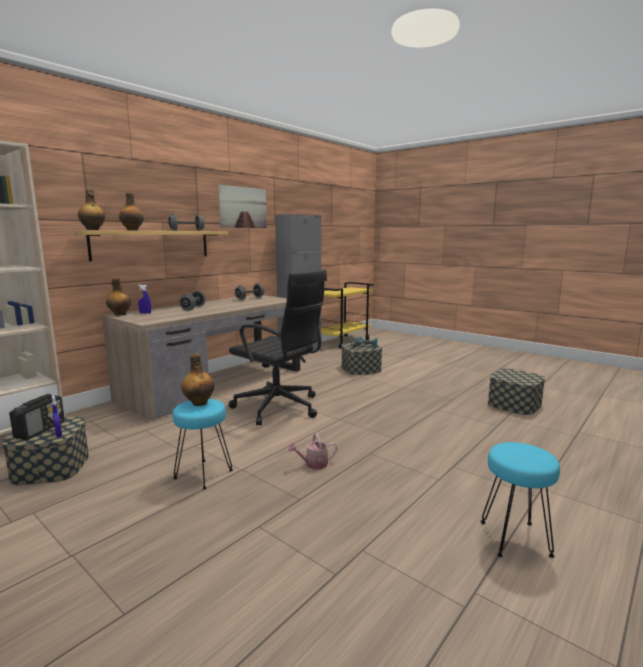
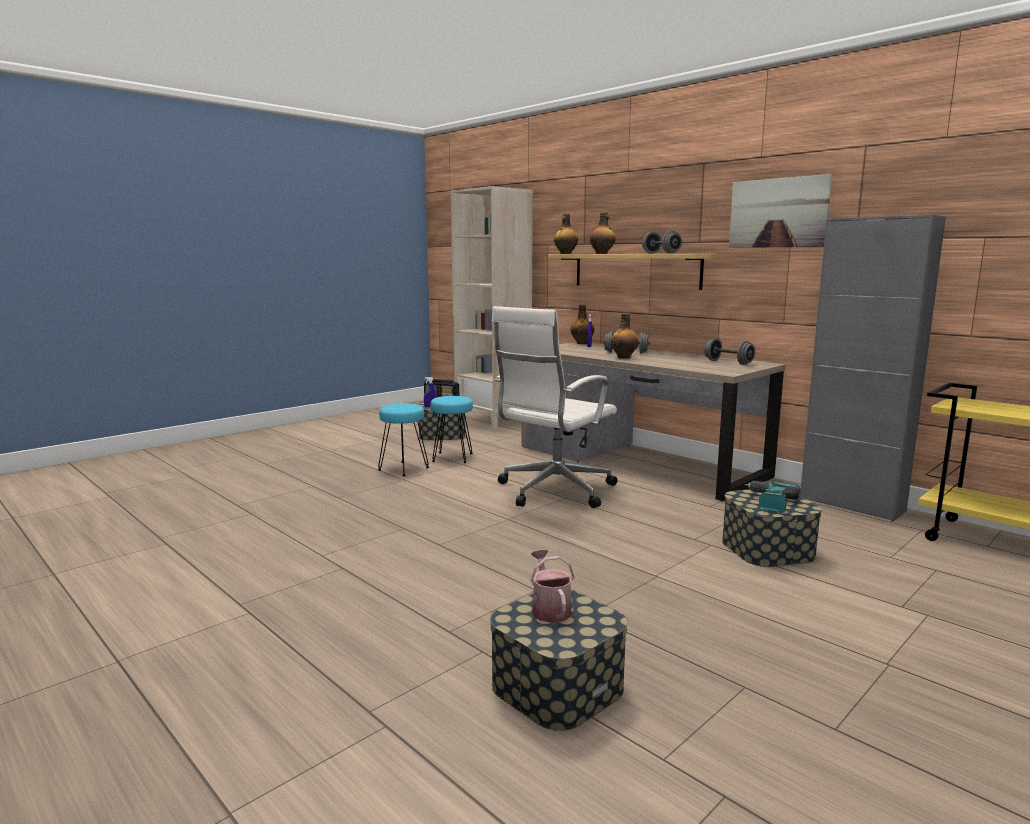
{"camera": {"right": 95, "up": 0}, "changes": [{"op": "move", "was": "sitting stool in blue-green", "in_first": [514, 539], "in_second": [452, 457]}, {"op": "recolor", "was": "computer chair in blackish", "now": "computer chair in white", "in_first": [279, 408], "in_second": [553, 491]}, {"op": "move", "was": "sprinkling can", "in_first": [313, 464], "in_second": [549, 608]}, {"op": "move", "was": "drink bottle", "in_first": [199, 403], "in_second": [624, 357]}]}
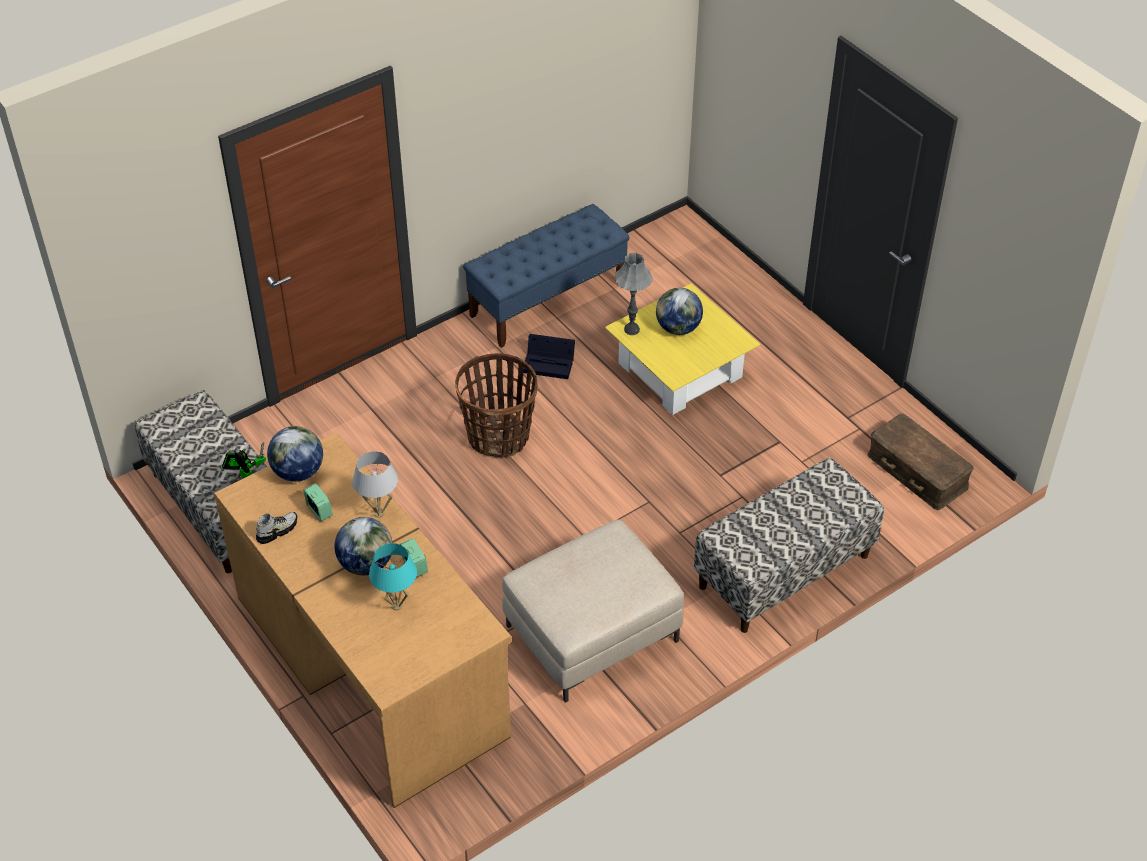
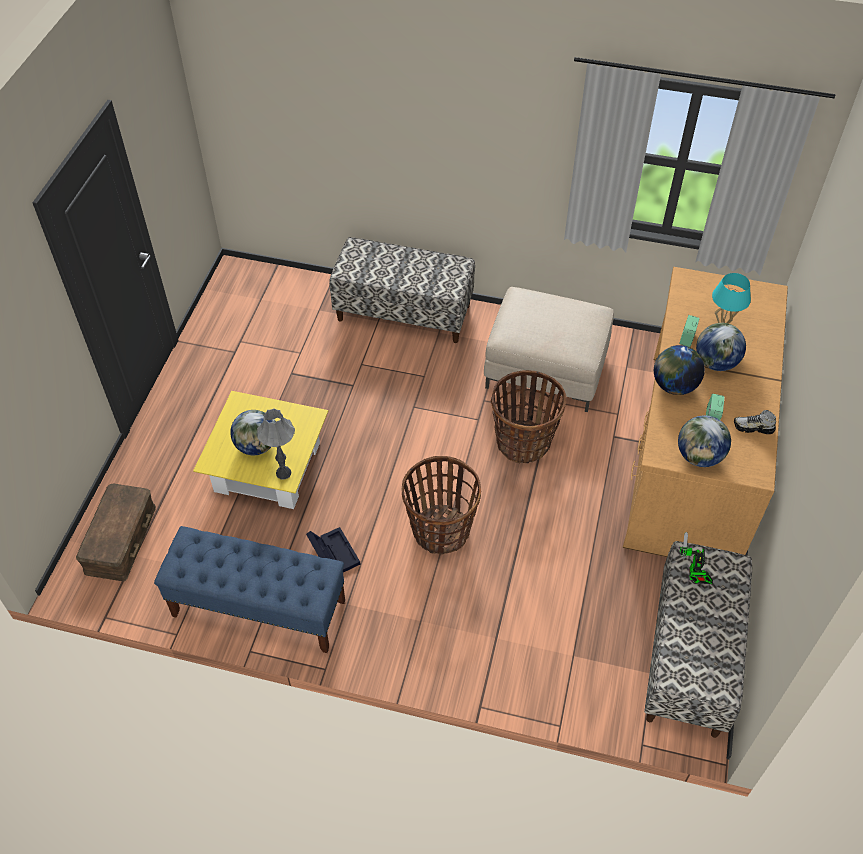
{"camera": {"right": -130, "up": 5}, "changes": [{"op": "move", "was": "storage container in brownish", "in_first": [918, 471], "in_second": [119, 539]}, {"op": "insert", "now": "basket", "in_second": [523, 442]}, {"op": "replace", "was": "table lamp in white", "now": "desk globe", "in_first": [379, 513], "in_second": [674, 385]}]}
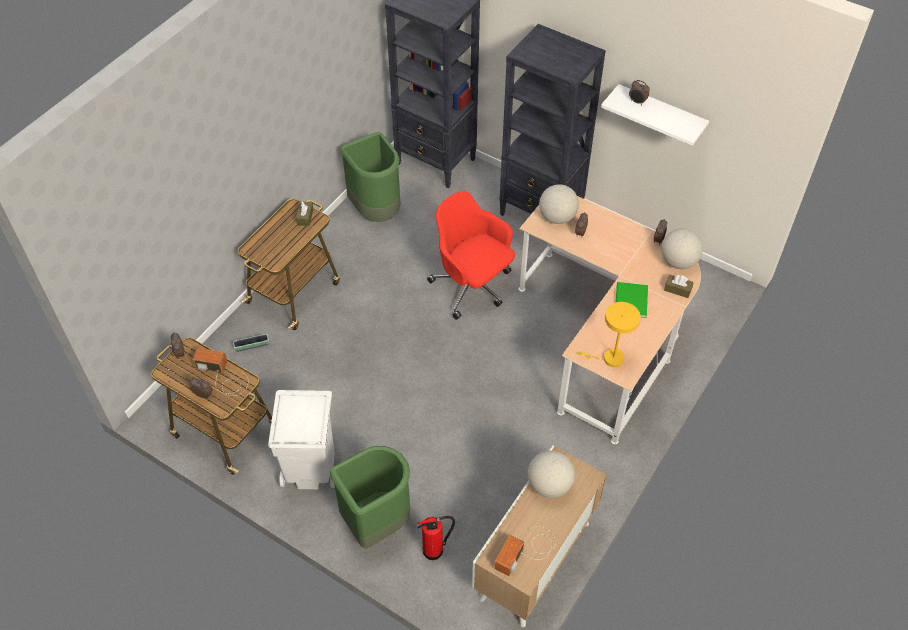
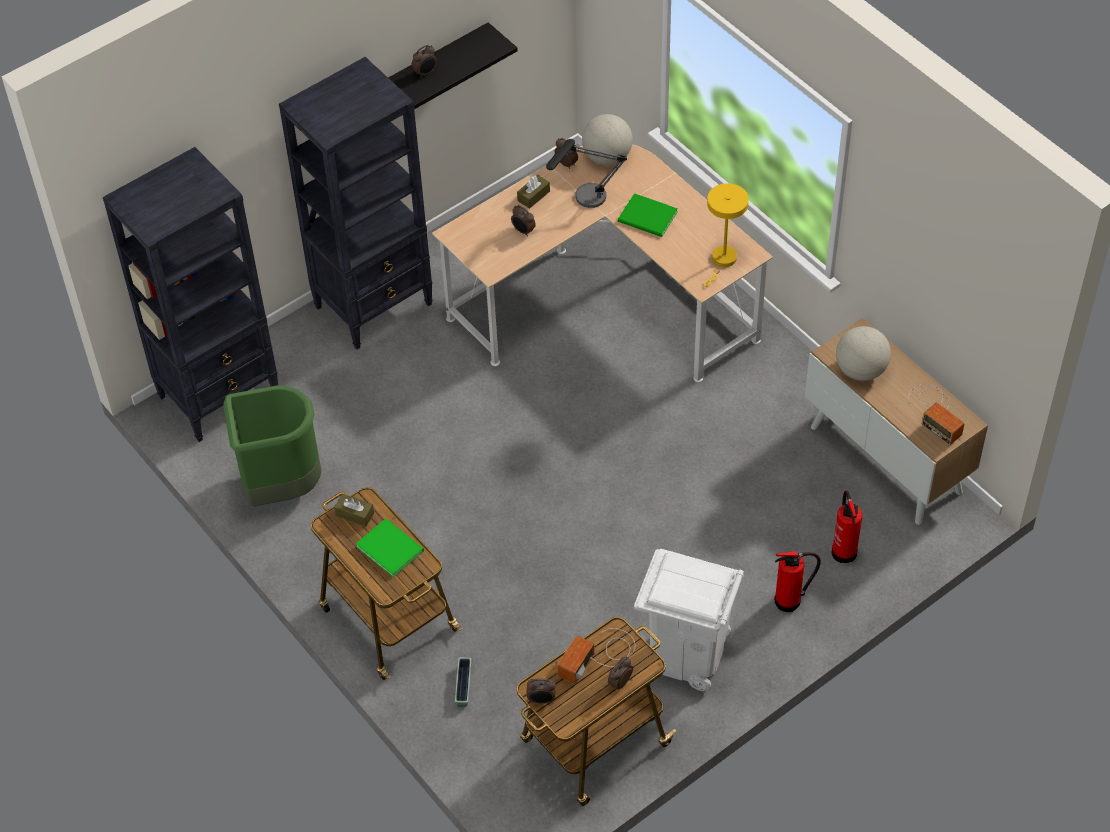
{"camera": {"right": -70, "up": 0}, "changes": [{"op": "insert", "now": "book in green", "in_second": [389, 547]}, {"op": "recolor", "was": "shelf in white", "now": "shelf in blackish", "in_first": [660, 114], "in_second": [437, 65]}, {"op": "move", "was": "tissue box in brownish", "in_first": [677, 289], "in_second": [533, 196]}, {"op": "insert", "now": "table lamp", "in_second": [584, 202]}, {"op": "replace", "was": "trash can in green", "now": "fire extinguisher", "in_first": [376, 523], "in_second": [790, 601]}, {"op": "delete", "was": "computer chair in red-coloured", "in_first": [472, 287]}, {"op": "delete", "was": "desk globe", "in_first": [557, 217]}]}
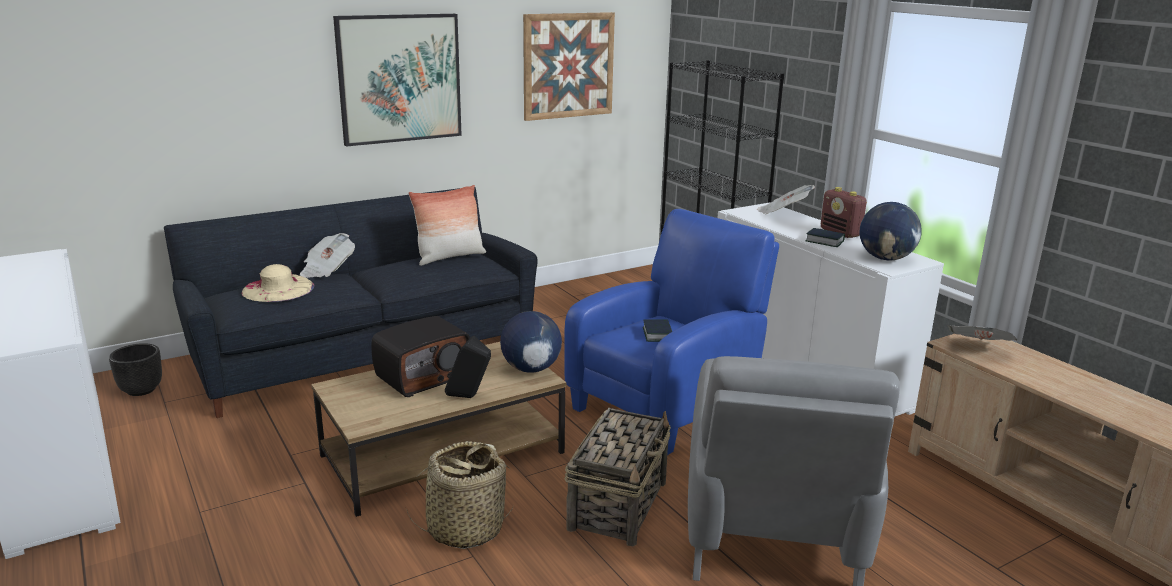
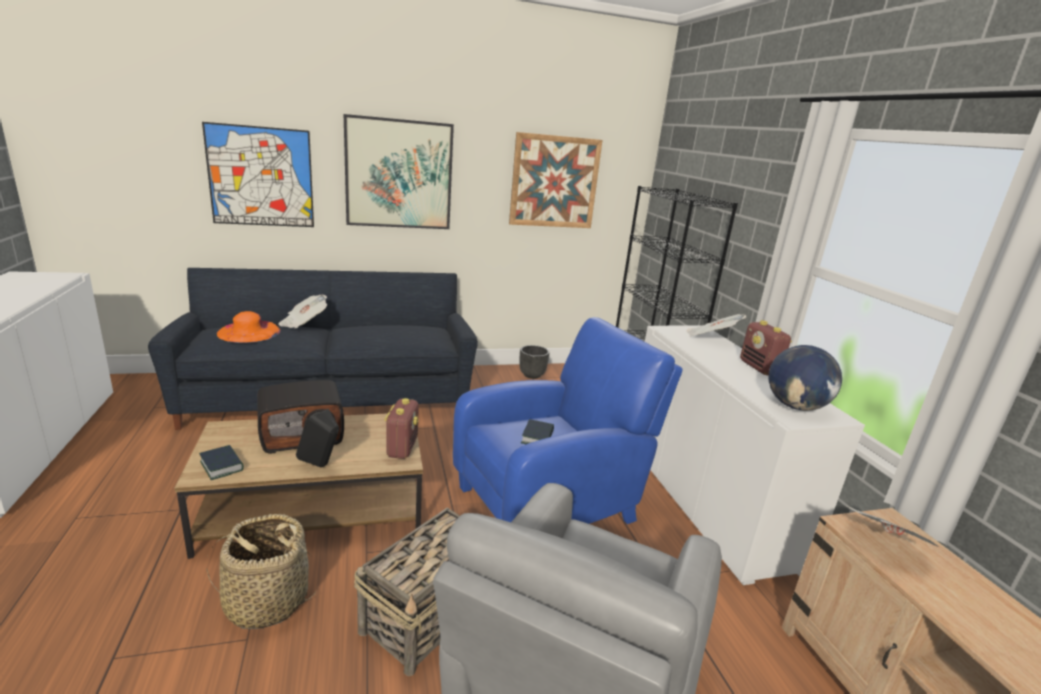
{"camera": {"right": 15, "up": 0}, "changes": [{"op": "move", "was": "book", "in_first": [824, 241], "in_second": [222, 466]}, {"op": "insert", "now": "wall art", "in_second": [261, 177]}, {"op": "recolor", "was": "wearable hat in sand-coloured", "now": "wearable hat in orange-coloured", "in_first": [278, 289], "in_second": [249, 332]}, {"op": "replace", "was": "desk globe", "now": "radio receiver", "in_first": [530, 369], "in_second": [402, 447]}, {"op": "move", "was": "planter in blackish", "in_first": [141, 390], "in_second": [532, 375]}, {"op": "delete", "was": "throw pillow", "in_first": [449, 257]}]}
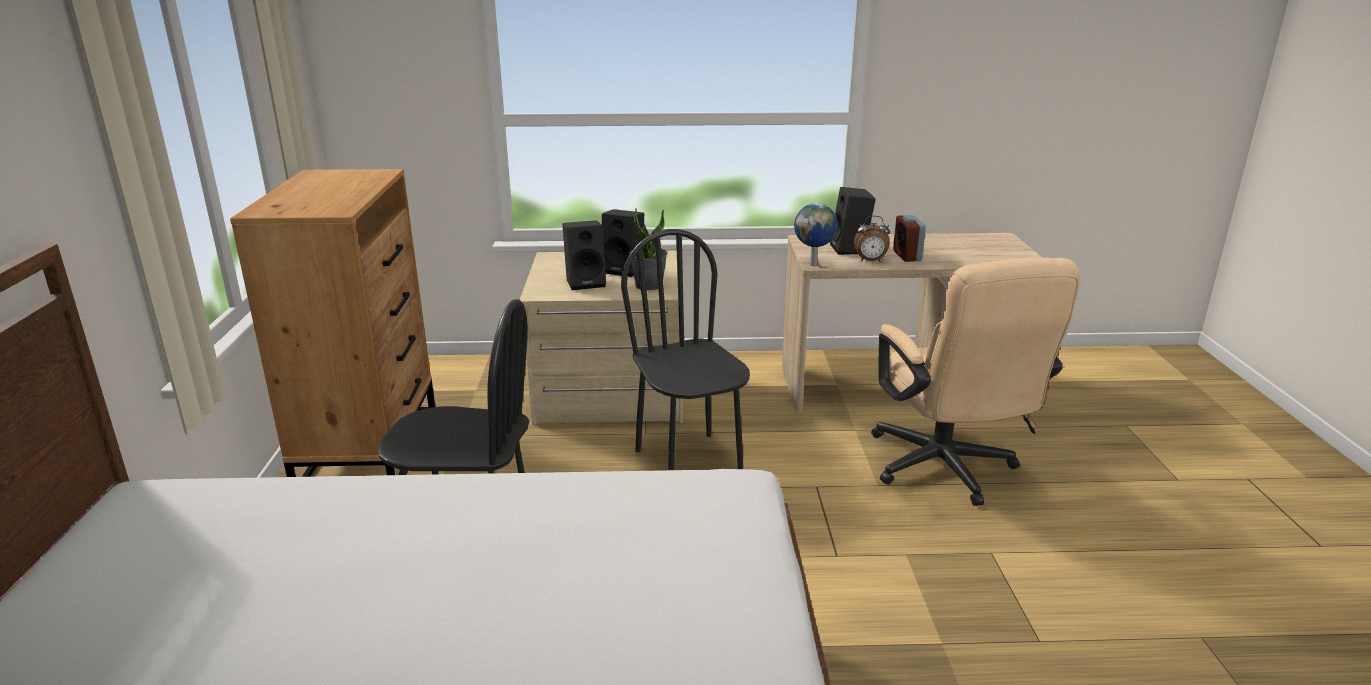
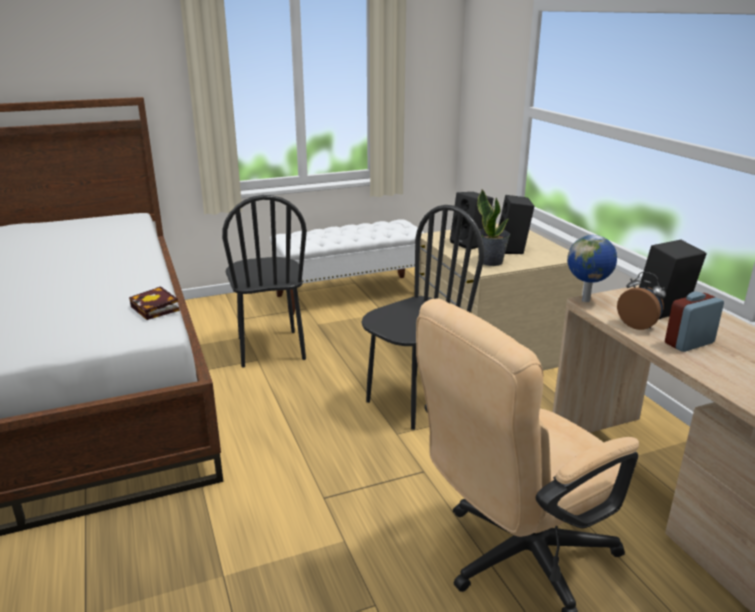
{"camera": {"right": 70, "up": 0}, "changes": [{"op": "insert", "now": "book", "in_second": [156, 309]}, {"op": "replace", "was": "dresser in brownish", "now": "long seat in white", "in_first": [370, 449], "in_second": [350, 294]}, {"op": "rotate", "was": "alarm clock", "in_first": [870, 261], "in_second": [638, 325], "clockwise": 150}]}
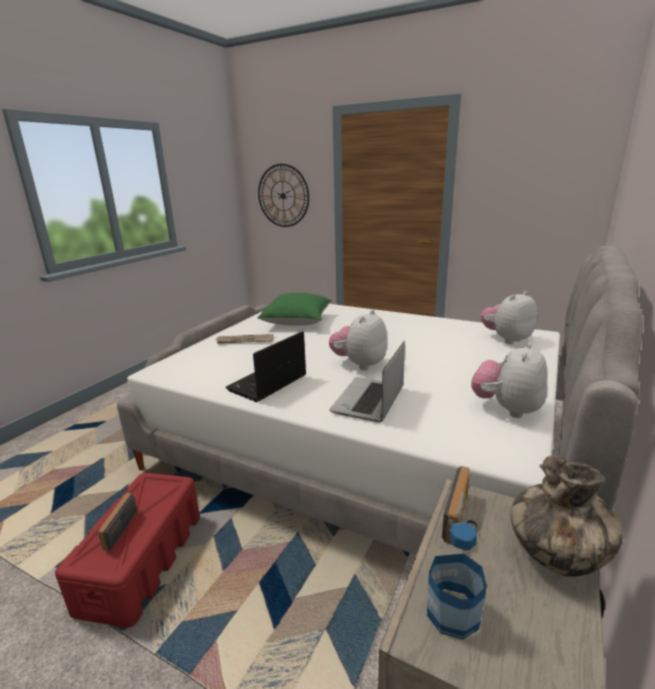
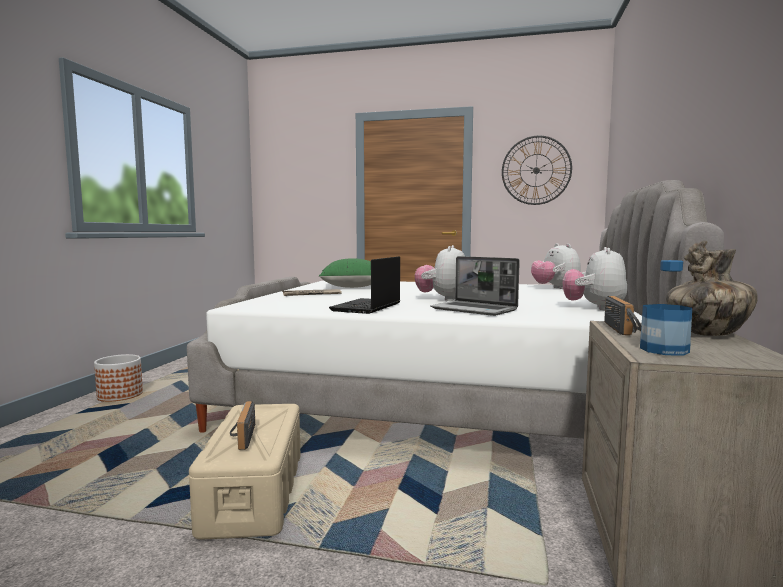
{"camera": {"right": -15, "up": -15}, "changes": [{"op": "insert", "now": "planter", "in_second": [120, 395]}, {"op": "recolor", "was": "storage container in red-coloured", "now": "storage container in sand-coloured", "in_first": [142, 562], "in_second": [254, 492]}, {"op": "rotate", "was": "portable computer", "in_first": [369, 401], "in_second": [475, 310], "clockwise": -60}, {"op": "move", "was": "clock on the wall", "in_first": [283, 196], "in_second": [536, 170]}, {"op": "rotate", "was": "plush toy", "in_first": [506, 339], "in_second": [555, 288], "clockwise": -60}]}
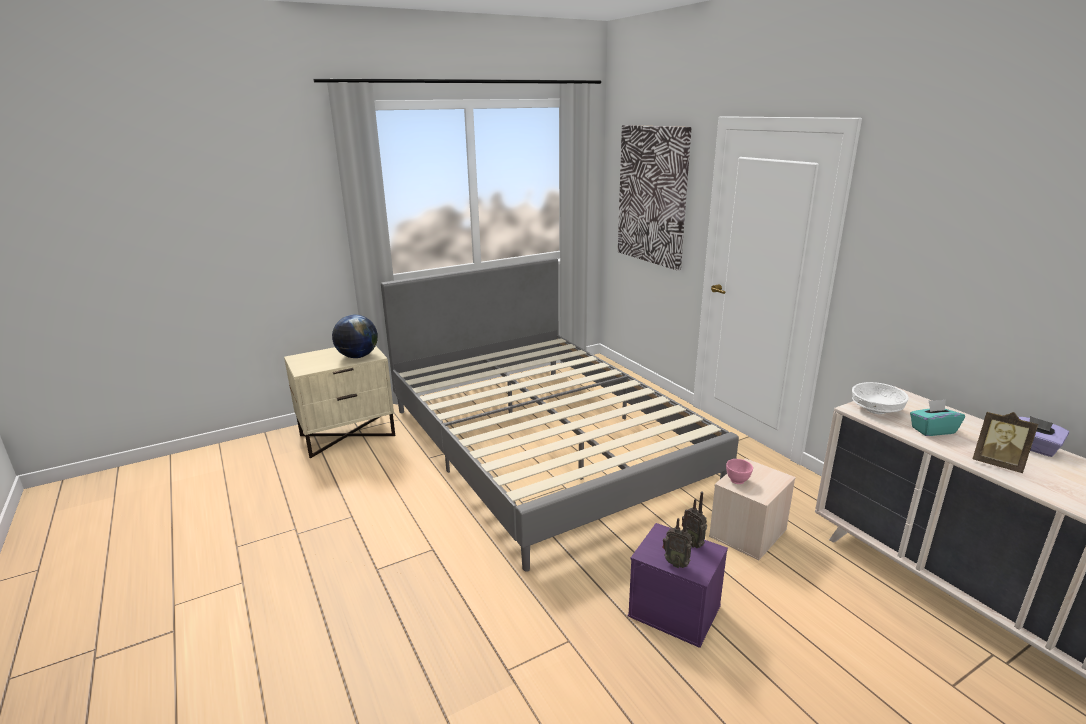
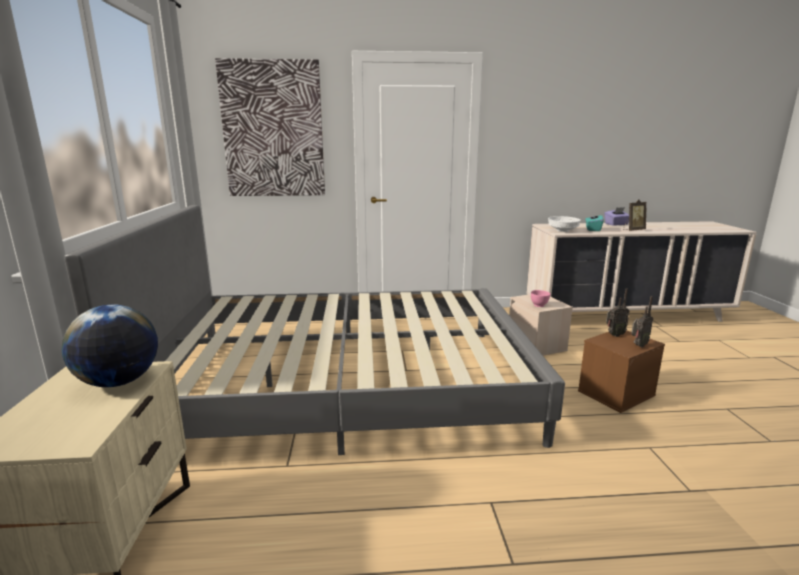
{"camera": {"right": -65, "up": -5}, "changes": [{"op": "recolor", "was": "storage container in purple-coloured", "now": "storage container in brownish", "in_first": [675, 610], "in_second": [616, 392]}]}
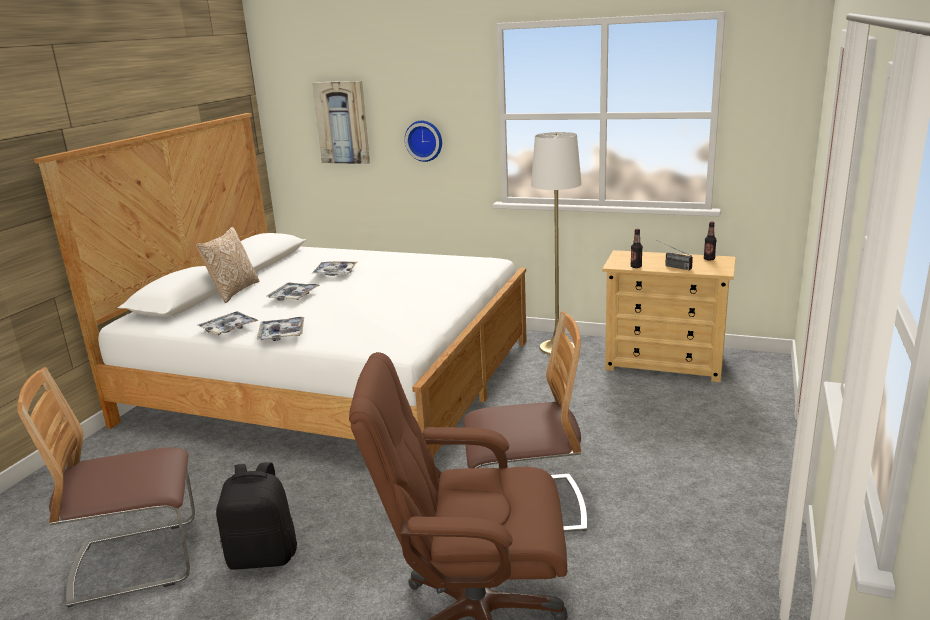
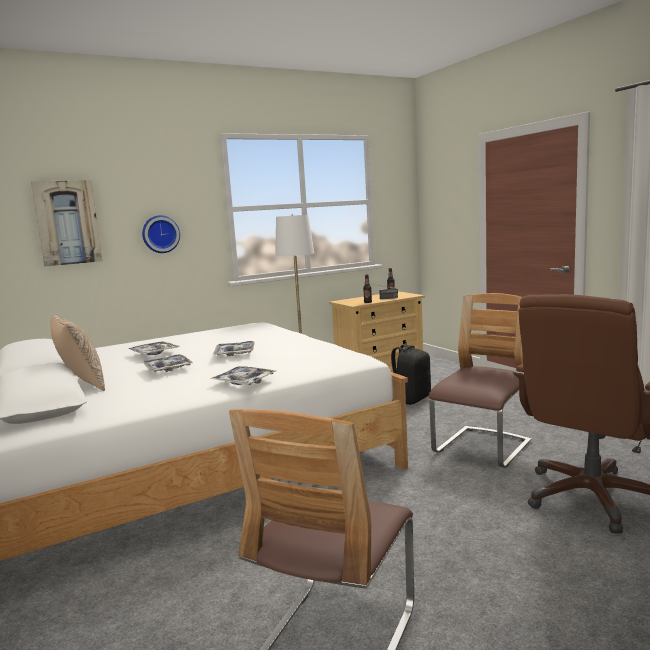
{"camera": {"right": -50, "up": -10}, "changes": [{"op": "move", "was": "carrying tray", "in_first": [228, 328], "in_second": [235, 353]}, {"op": "move", "was": "rucksack in blackish", "in_first": [263, 556], "in_second": [411, 399]}]}
